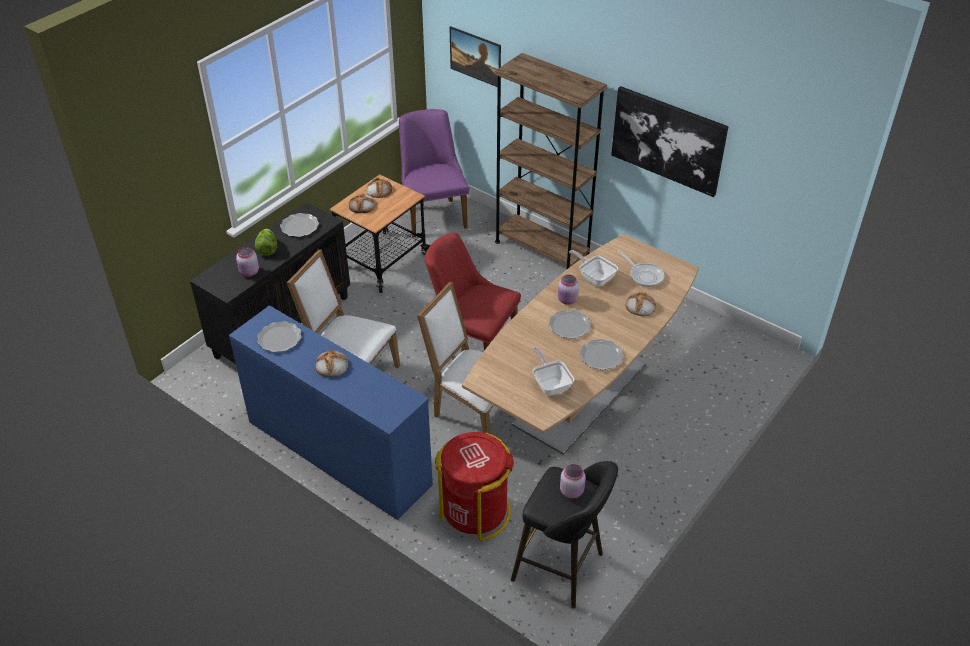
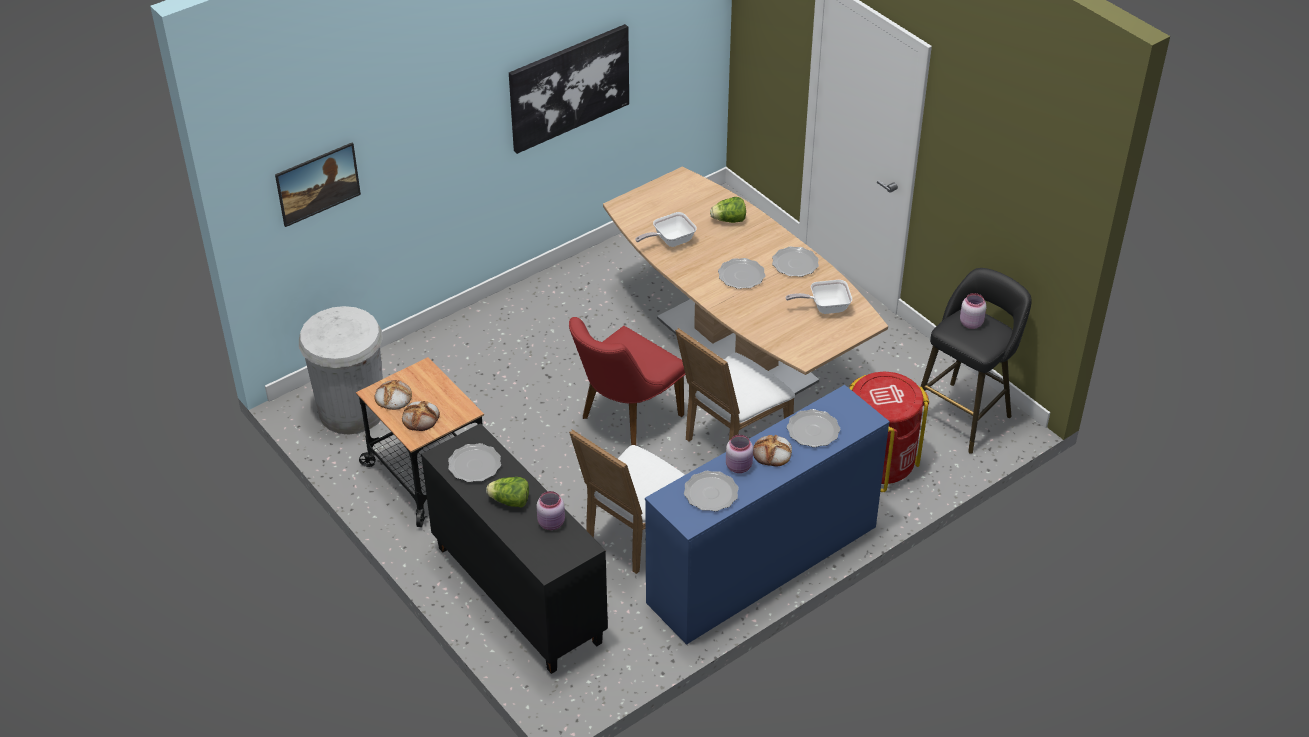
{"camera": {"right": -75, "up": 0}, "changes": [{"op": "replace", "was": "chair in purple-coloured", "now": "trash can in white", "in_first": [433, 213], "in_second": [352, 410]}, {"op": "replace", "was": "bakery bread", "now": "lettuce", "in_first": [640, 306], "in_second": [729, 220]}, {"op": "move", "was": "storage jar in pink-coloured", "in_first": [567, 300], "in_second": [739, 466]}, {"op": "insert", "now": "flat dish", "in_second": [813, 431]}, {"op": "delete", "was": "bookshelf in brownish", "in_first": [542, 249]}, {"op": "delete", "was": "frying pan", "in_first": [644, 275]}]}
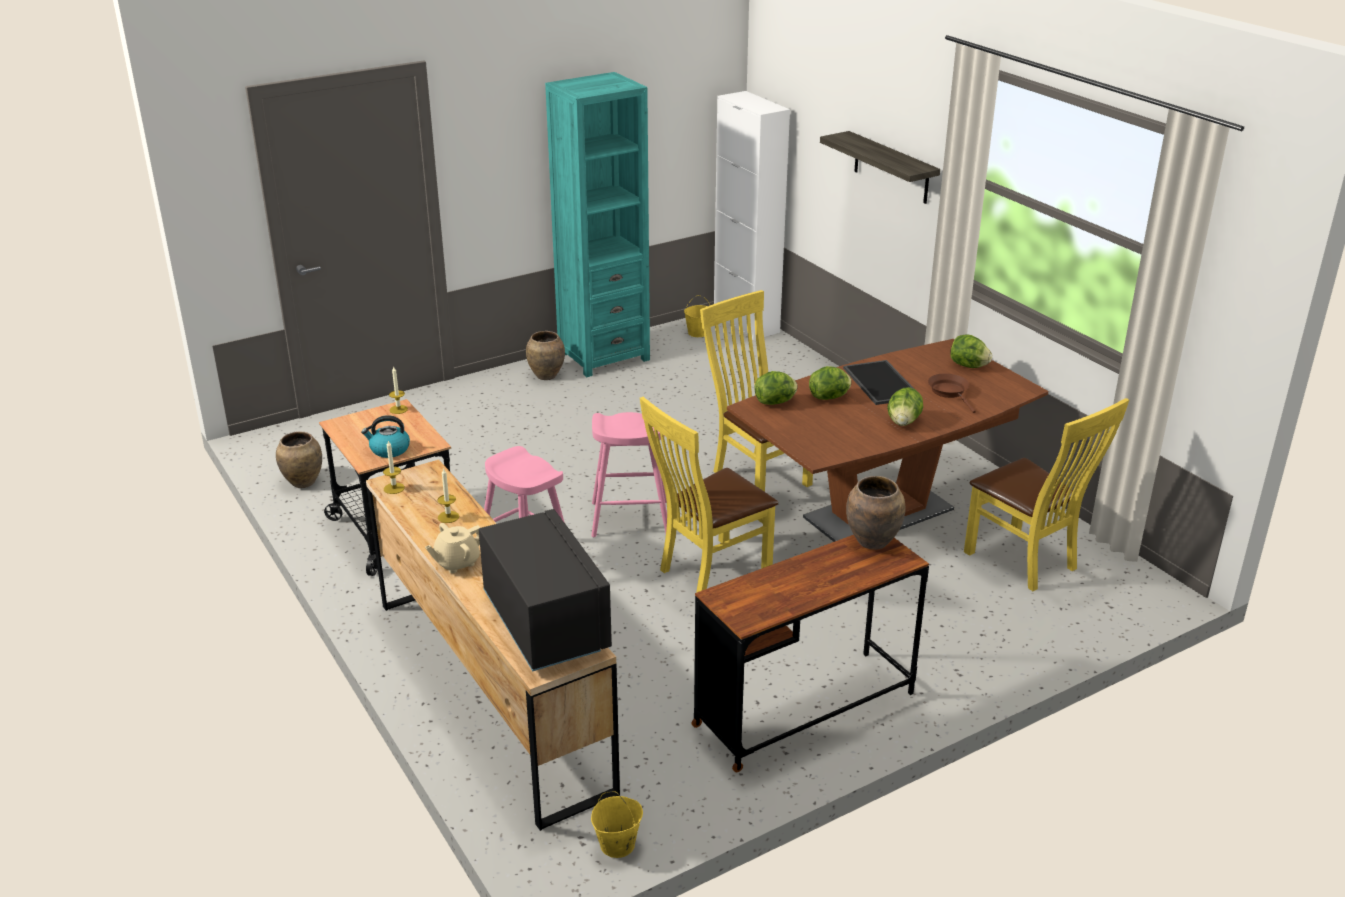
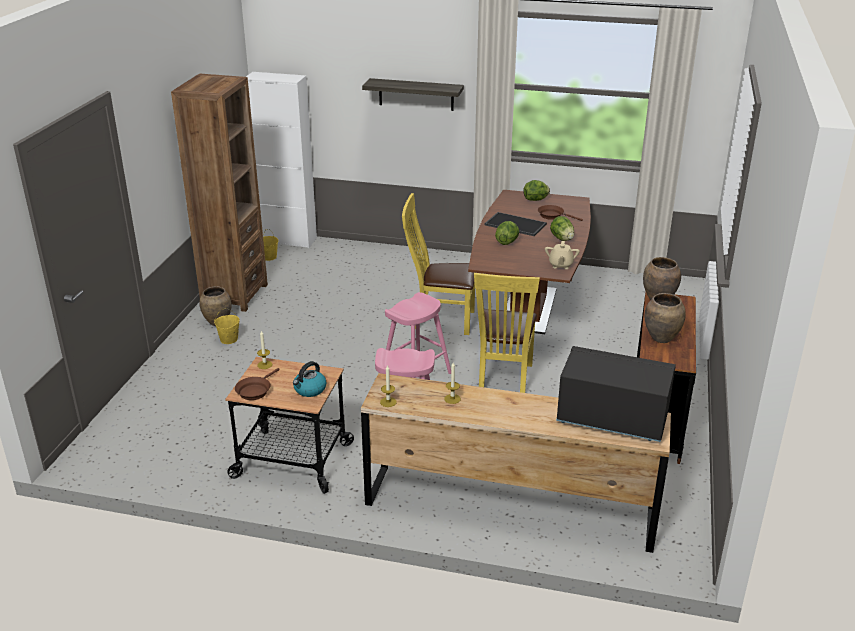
{"camera": {"right": -45, "up": 0}, "changes": [{"op": "recolor", "was": "bookshelf in blue-green", "now": "bookshelf in brownish", "in_first": [603, 356], "in_second": [234, 295]}, {"op": "move", "was": "bucket in yellow", "in_first": [617, 845], "in_second": [229, 339]}, {"op": "insert", "now": "frying pan in brownish", "in_second": [255, 390]}, {"op": "move", "was": "teapot in sand-coloured", "in_first": [456, 563], "in_second": [560, 265]}, {"op": "move", "was": "flower vase in brownish", "in_first": [303, 483], "in_second": [662, 338]}, {"op": "delete", "was": "lettuce", "in_first": [775, 402]}, {"op": "delete", "was": "chair in yellow", "in_first": [1026, 562]}]}
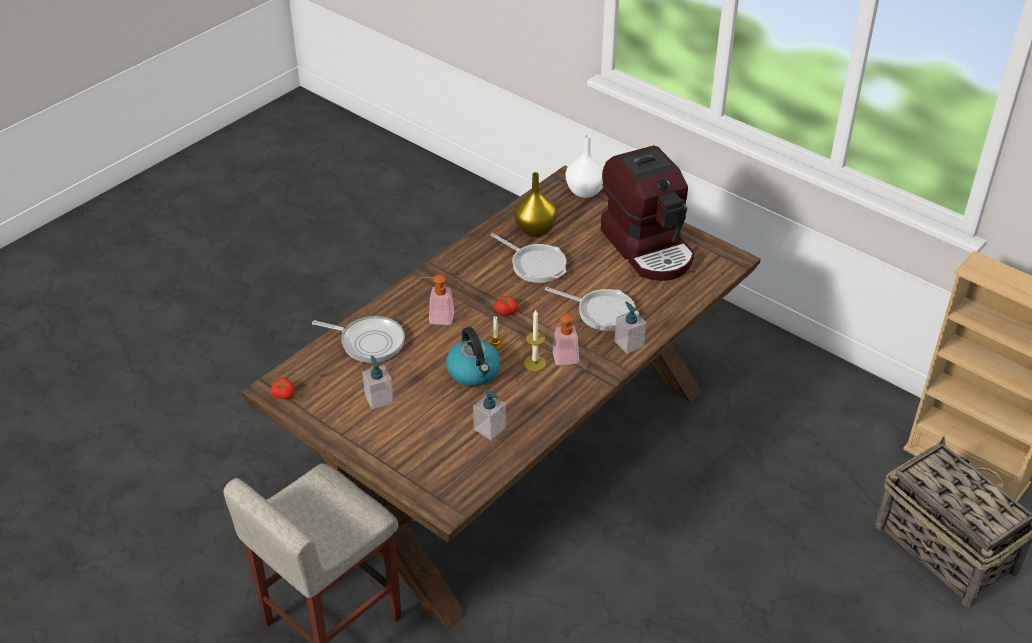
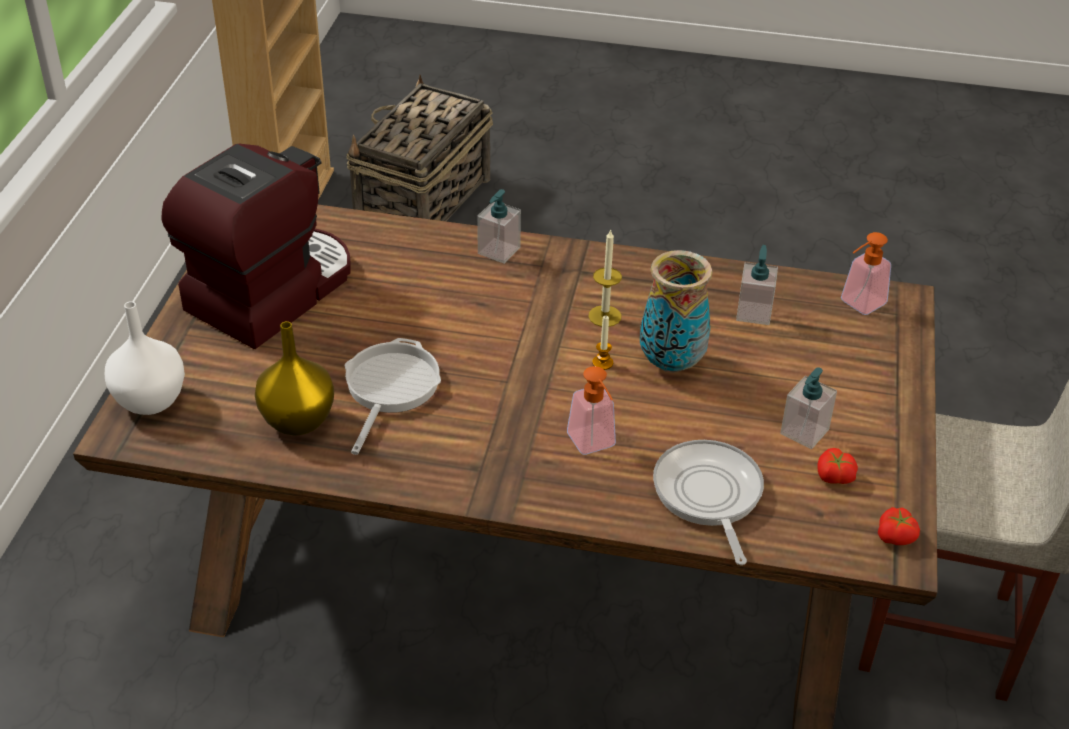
{"camera": {"right": -120, "up": 0}, "changes": [{"op": "replace", "was": "tea kettle", "now": "flower vase", "in_first": [474, 372], "in_second": [670, 363]}, {"op": "move", "was": "fresh tomato", "in_first": [506, 311], "in_second": [833, 477]}, {"op": "move", "was": "soap dispenser", "in_first": [564, 354], "in_second": [858, 305]}, {"op": "delete", "was": "frying pan", "in_first": [602, 312]}]}
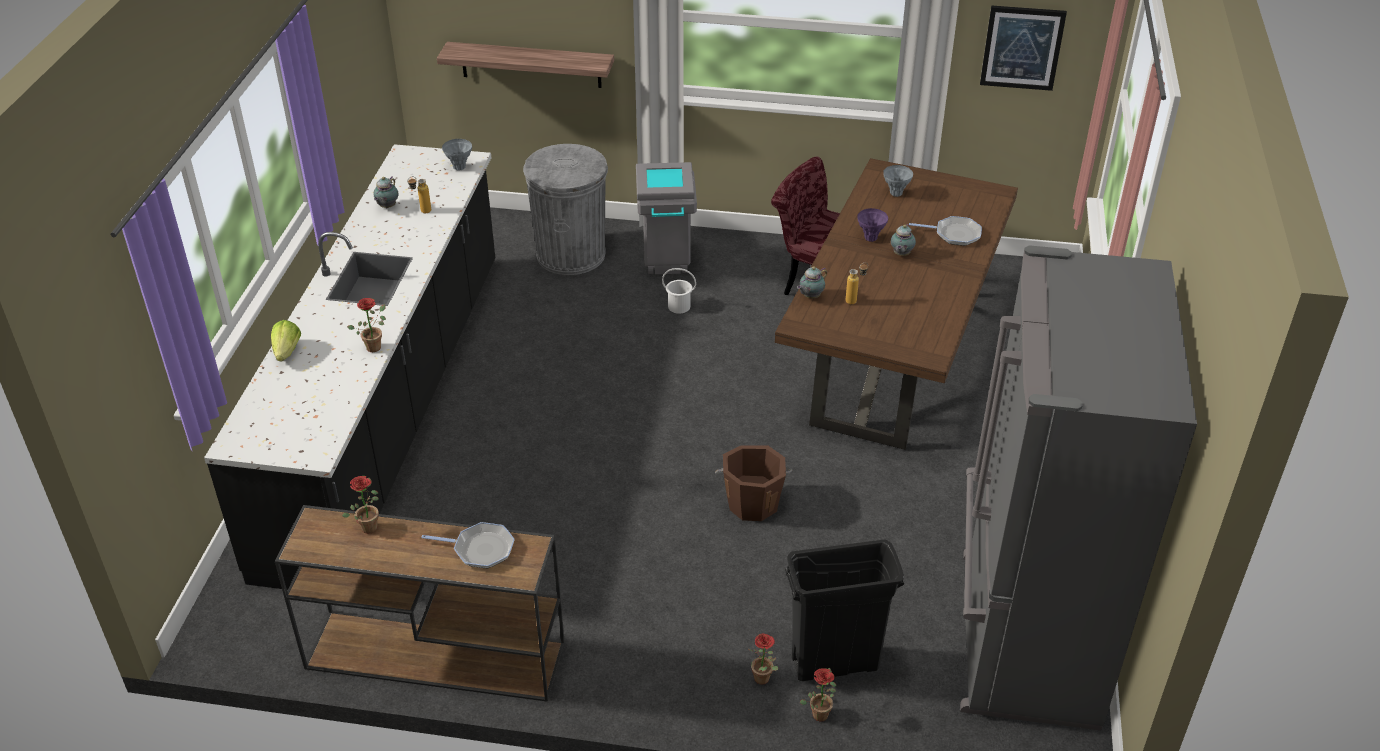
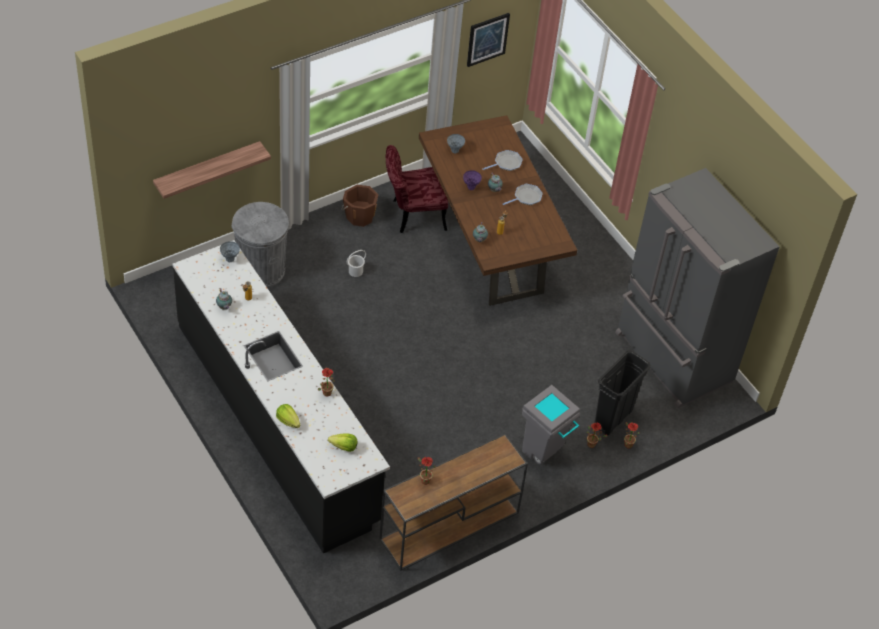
{"camera": {"right": -45, "up": 10}, "changes": [{"op": "insert", "now": "lettuce", "in_second": [343, 447]}, {"op": "move", "was": "bucket in brownish", "in_first": [752, 502], "in_second": [359, 216]}, {"op": "move", "was": "frying pan", "in_first": [480, 549], "in_second": [526, 197]}, {"op": "move", "was": "trash can in grey", "in_first": [667, 270], "in_second": [544, 453]}]}
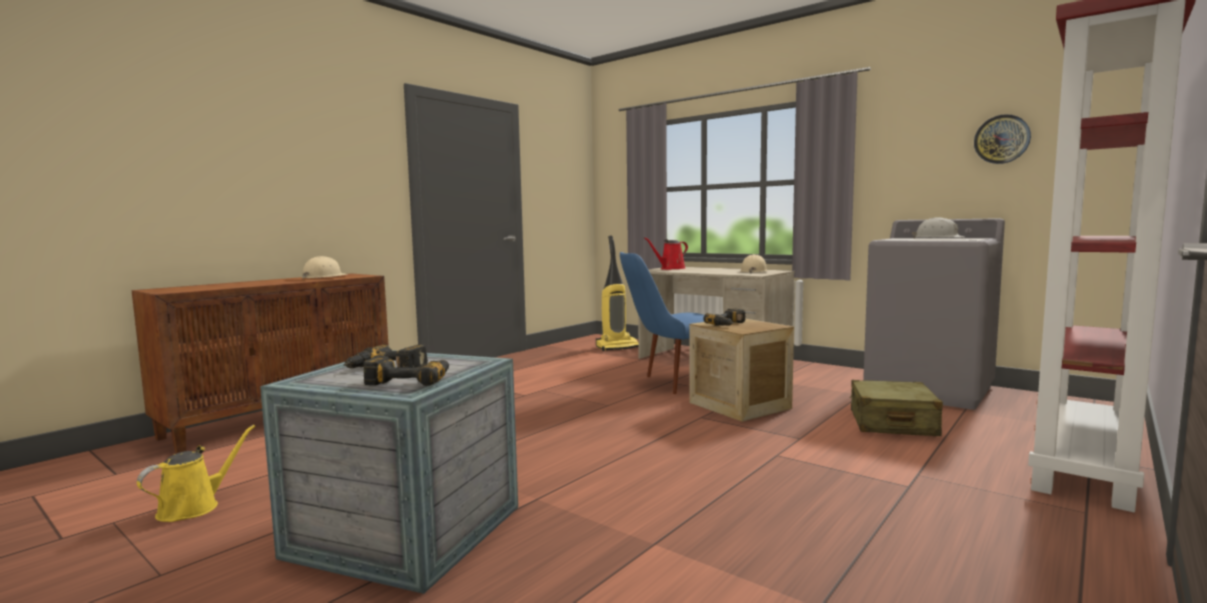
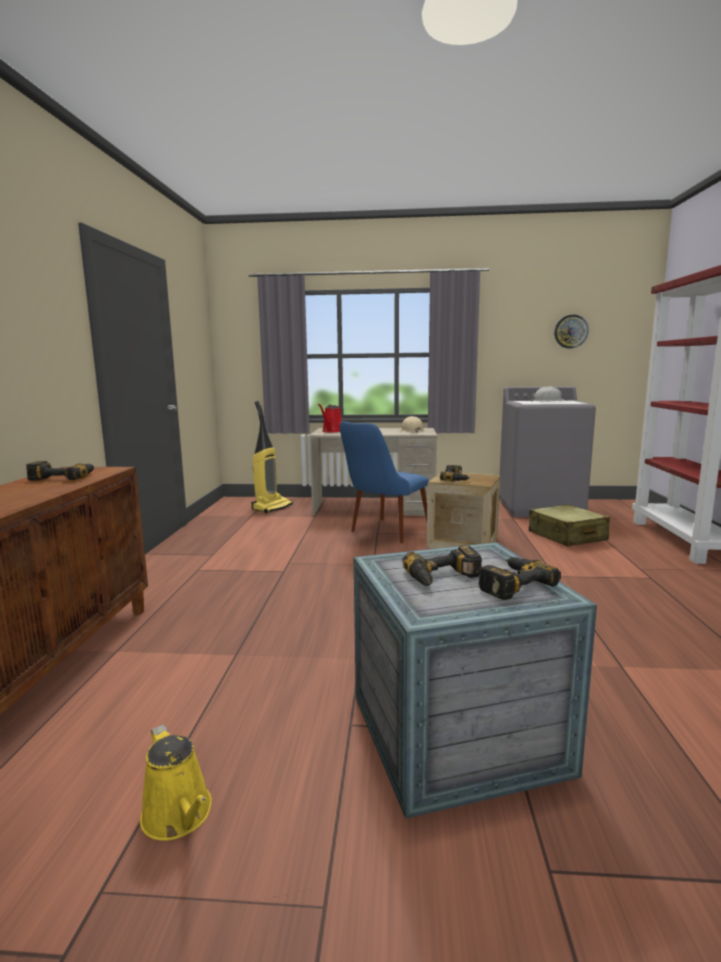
{"camera": {"right": -35, "up": 5}, "changes": [{"op": "replace", "was": "work helmet in sand-coloured", "now": "power drill", "in_first": [323, 277], "in_second": [64, 477]}, {"op": "rotate", "was": "sprinkling can in yellow", "in_first": [194, 507], "in_second": [179, 816], "clockwise": 150}]}
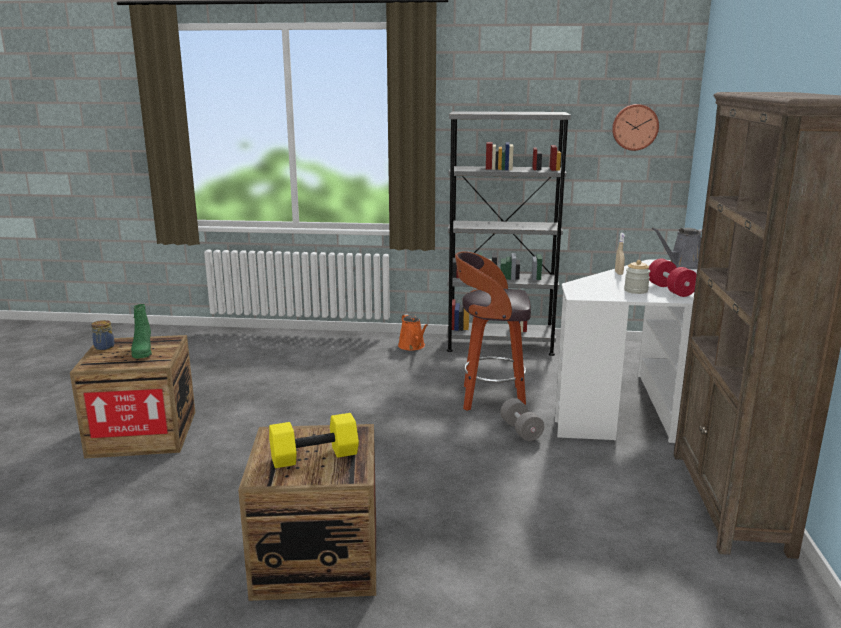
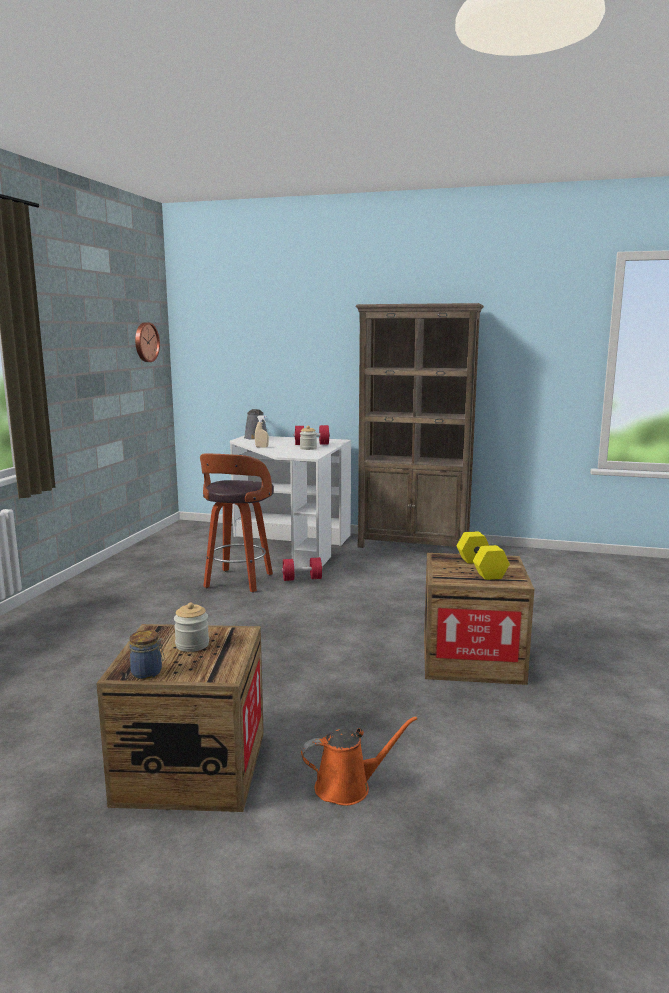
{"camera": {"right": -80, "up": -5}, "changes": [{"op": "replace", "was": "tall boot in green", "now": "storage jar", "in_first": [142, 352], "in_second": [192, 645]}, {"op": "recolor", "was": "dumbbell in grey", "now": "dumbbell in red-coloured", "in_first": [521, 430], "in_second": [302, 579]}, {"op": "move", "was": "sprinkling can in orange-coloured", "in_first": [412, 346], "in_second": [348, 787]}, {"op": "delete", "was": "bookshelf in grey", "in_first": [500, 345]}]}
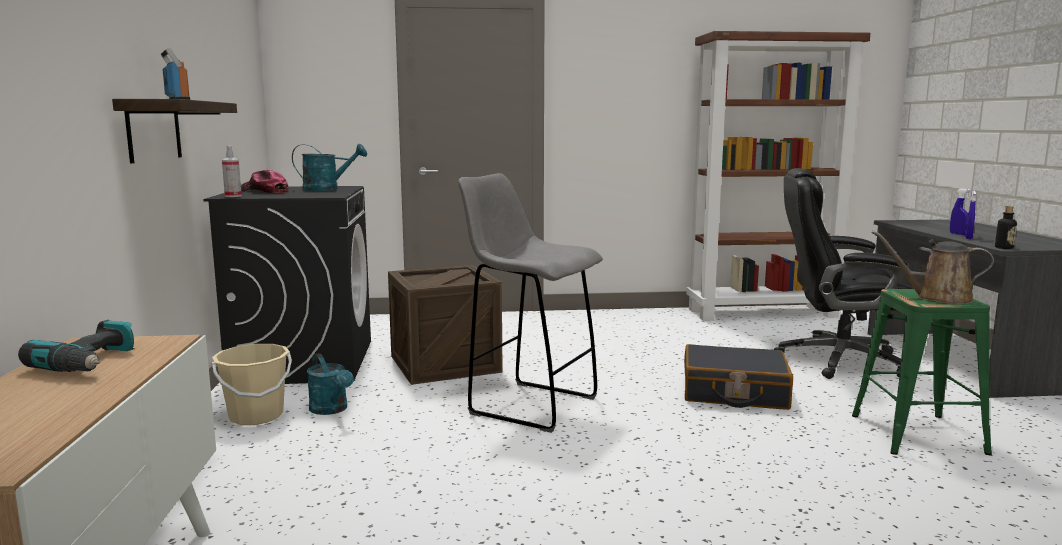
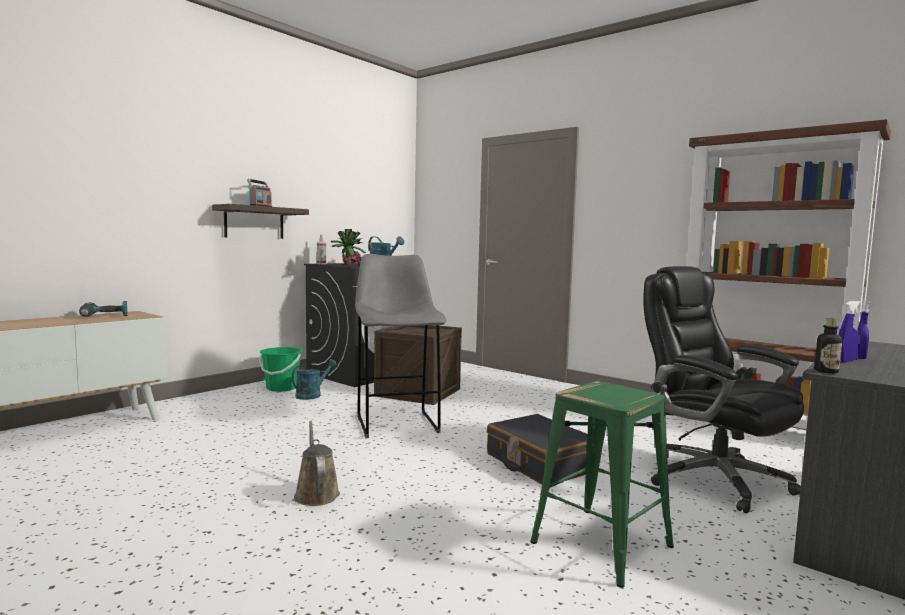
{"camera": {"right": 45, "up": -5}, "changes": [{"op": "recolor", "was": "bucket in sand-coloured", "now": "bucket in green", "in_first": [256, 416], "in_second": [281, 388]}, {"op": "rotate", "was": "sprinkling can in blue-green", "in_first": [331, 410], "in_second": [312, 395], "clockwise": -150}, {"op": "move", "was": "sprinkling can in brownish", "in_first": [937, 298], "in_second": [316, 493]}, {"op": "insert", "now": "potted plant", "in_second": [347, 265]}]}
